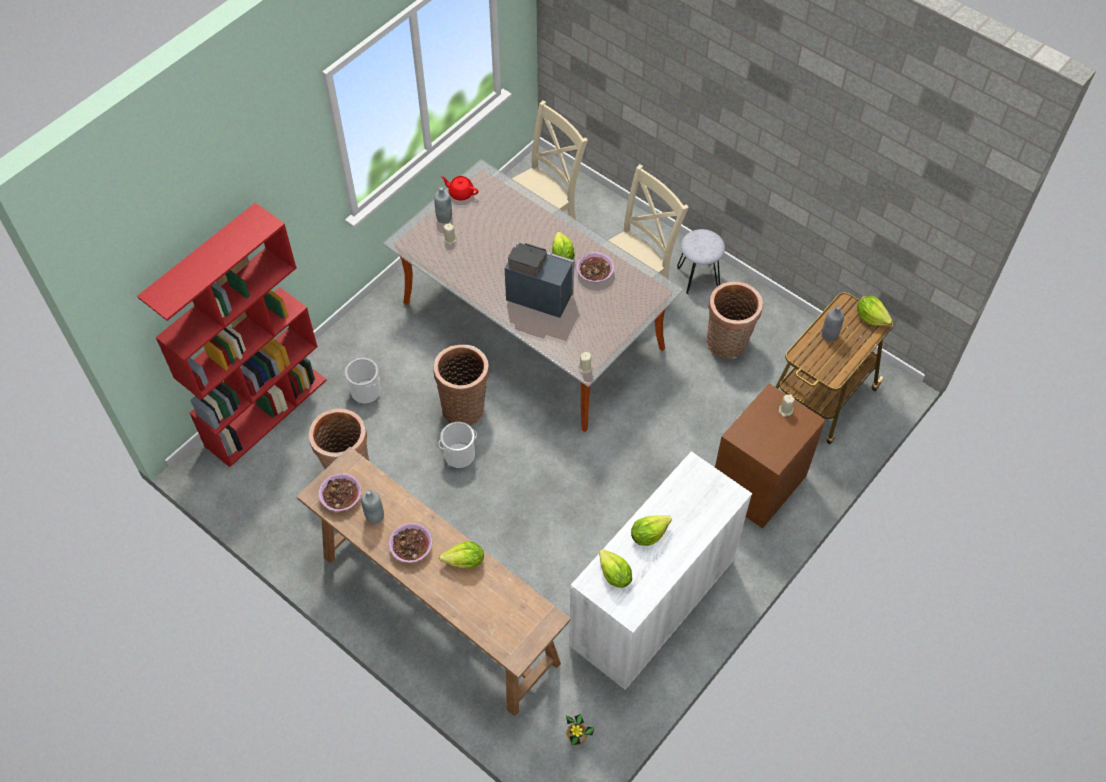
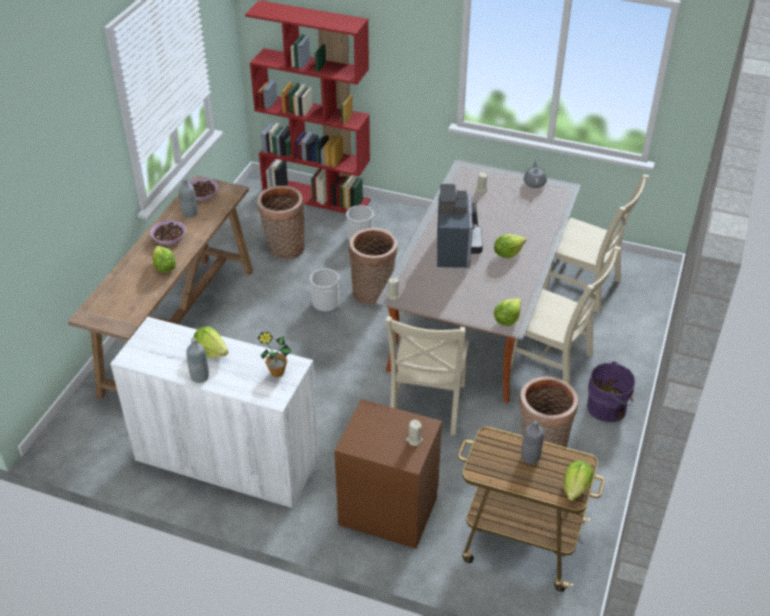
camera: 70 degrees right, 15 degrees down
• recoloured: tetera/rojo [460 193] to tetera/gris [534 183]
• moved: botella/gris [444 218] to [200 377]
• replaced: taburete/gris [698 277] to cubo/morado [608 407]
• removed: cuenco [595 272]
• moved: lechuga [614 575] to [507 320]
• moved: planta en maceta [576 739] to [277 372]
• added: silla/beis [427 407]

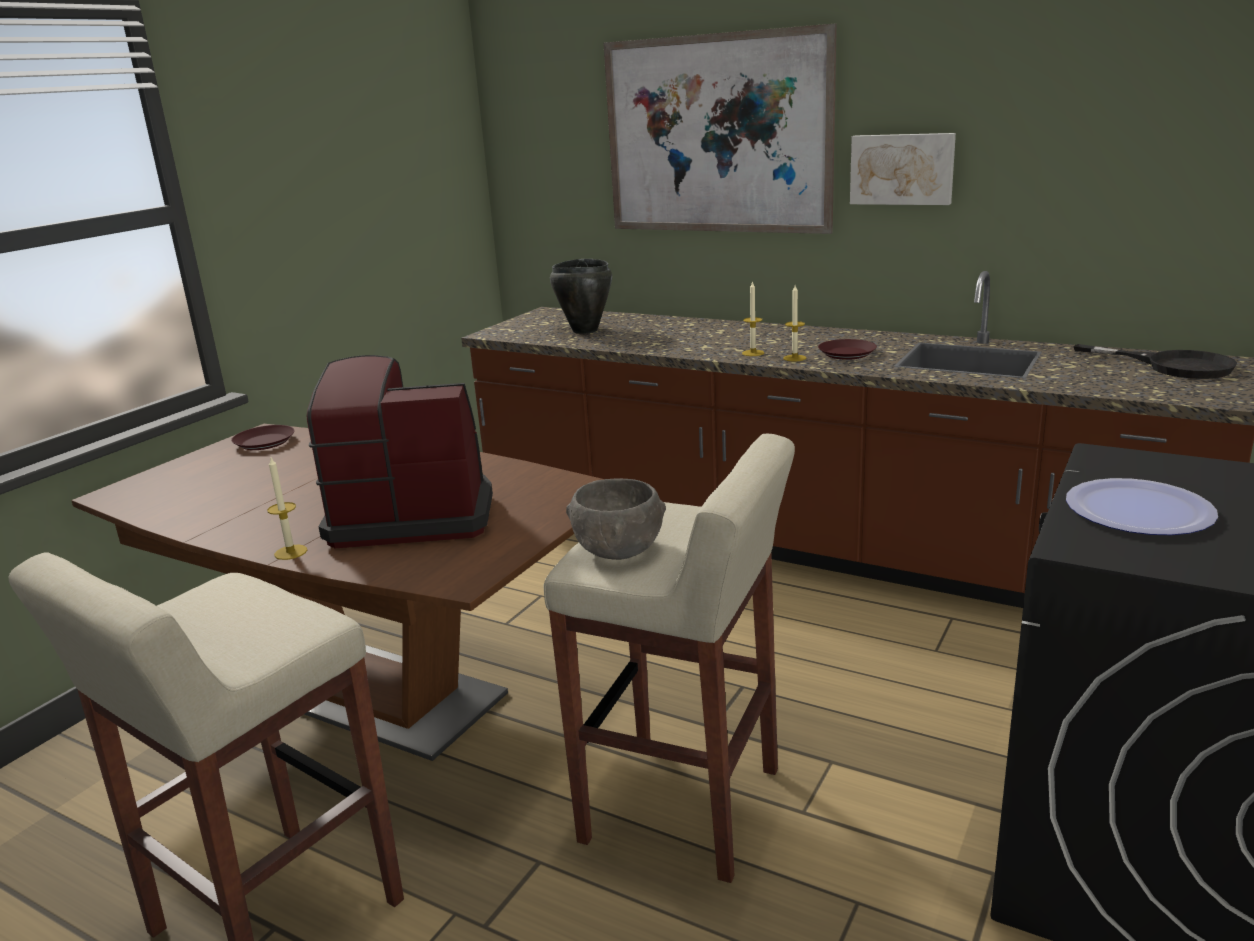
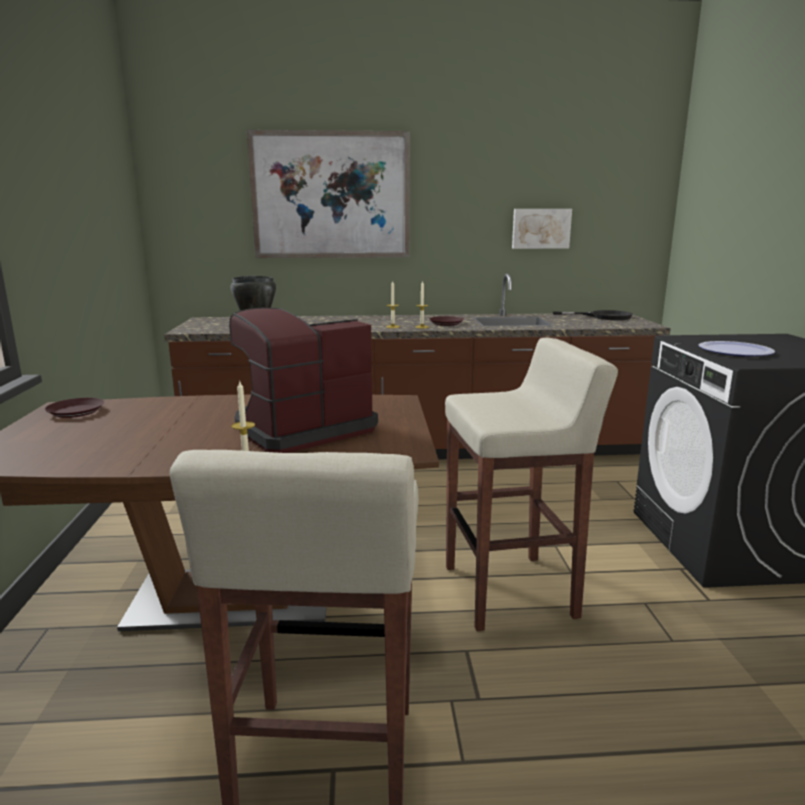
camera: 35 degrees left, 5 degrees down
• moved: cuadro [902 169] to [541 228]
• removed: cuenco/gris [618 549]

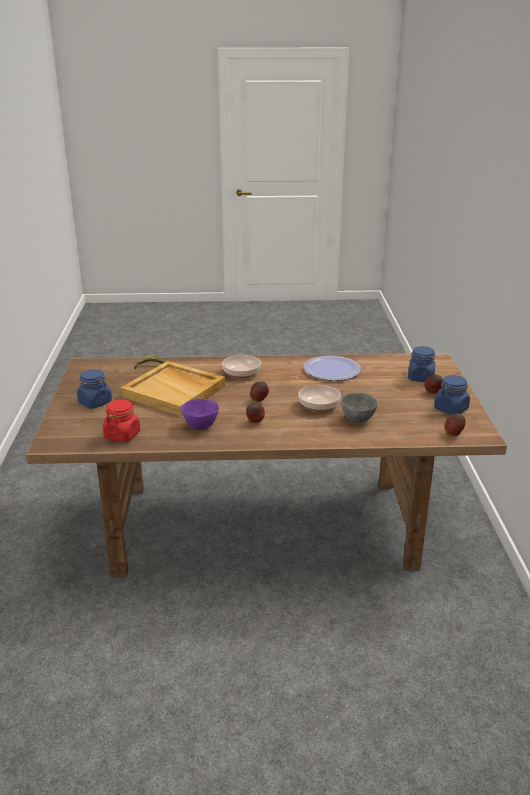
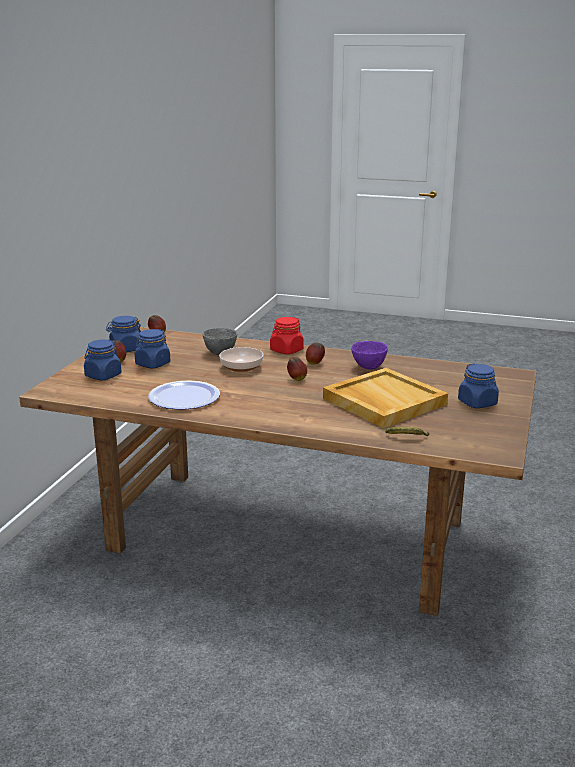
camera: 160 degrees left, 5 degrees down
• removed: cuenco [241 373]
• moved: tarro/rojo [122 435] to [286 350]
• added: tarro/azul [152 364]

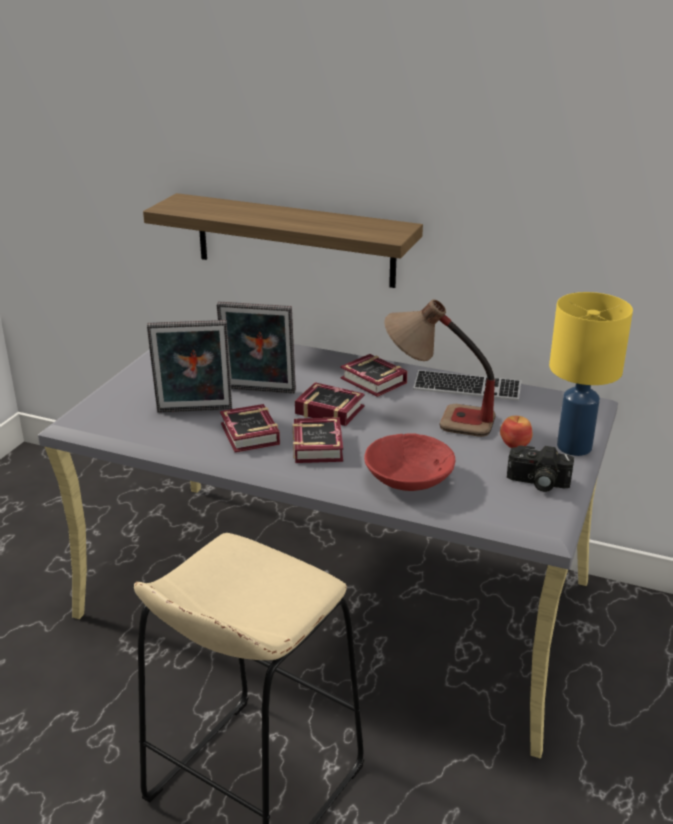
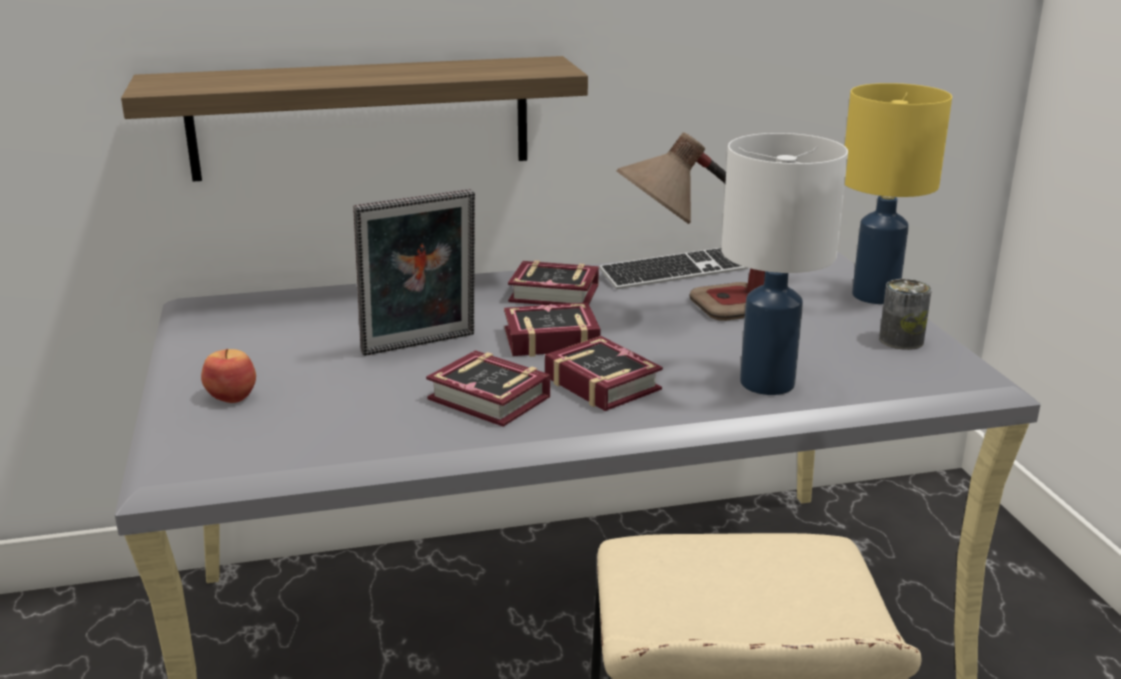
camera: 35 degrees left, 5 degrees down
• removed: portarretratos [194 411]
• moved: manzana [515 444] to [232 395]
• replaced: cuenco/rojo [408 480] to lámpara de mesa/blanco [769 383]
• replaced: cámara [537 483] to lata [901 340]

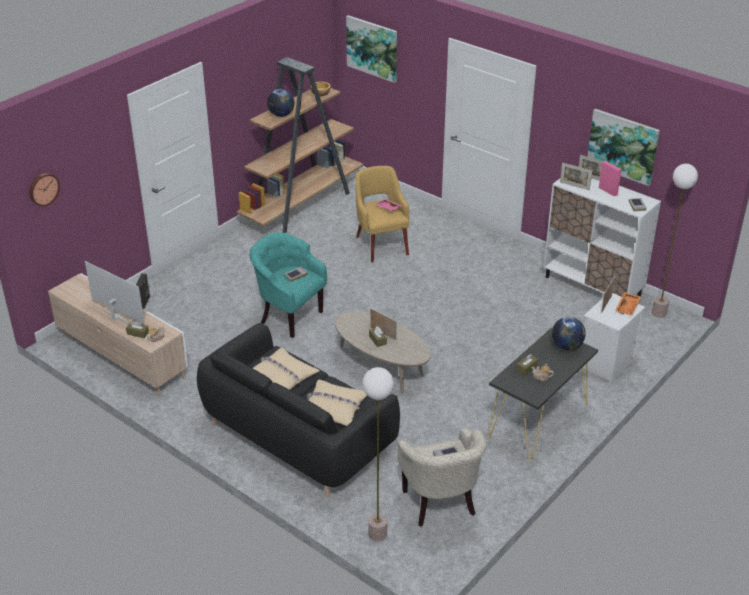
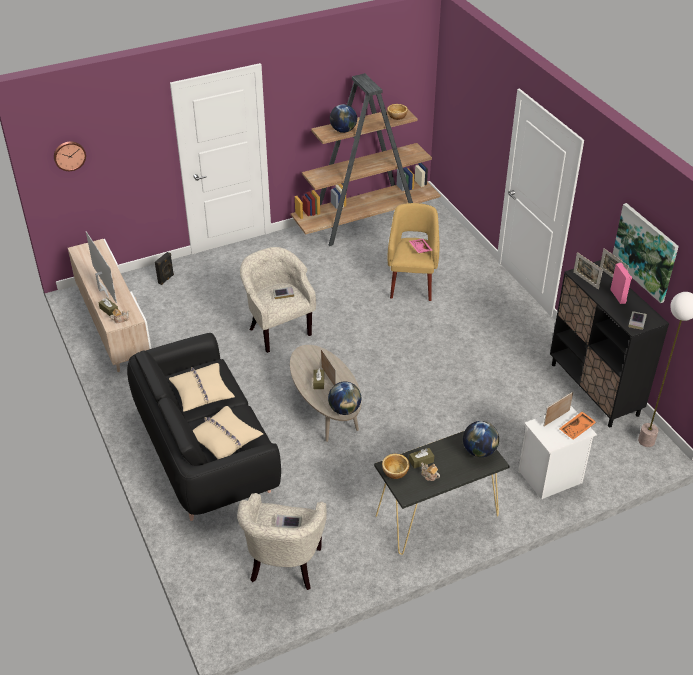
camera: 25 degrees right, 5 degrees up
• removed: cuadro [372 48]
• recoloured: armario/blanco [593 286] to armario/negro [594 389]
• recoloured: sillón/turquesa [288 316] to sillón/beis [277 330]
• removed: lámpara de pie [377 534]
• added: globo terráqueo [344 410]
• added: cuenco [395 472]

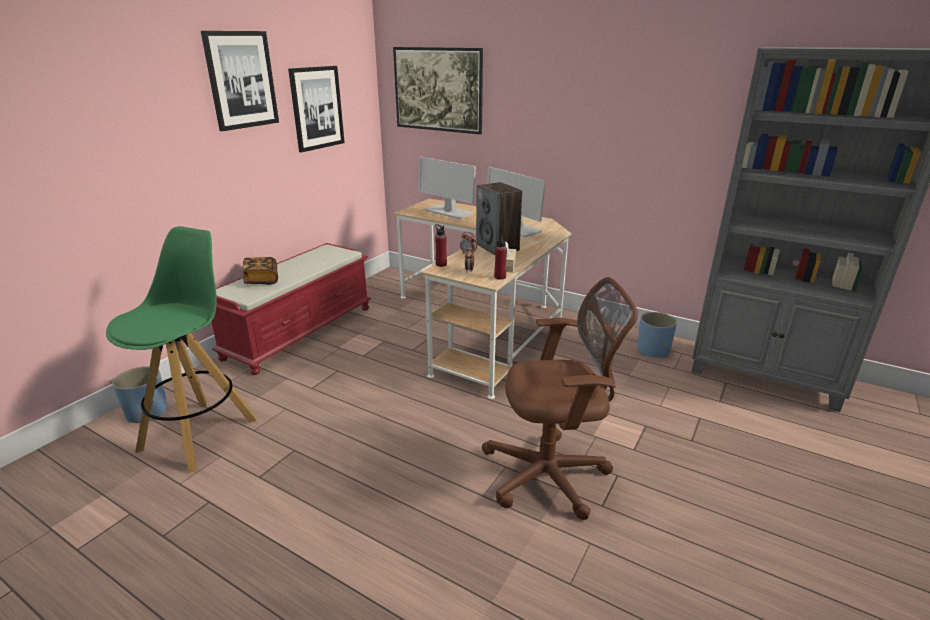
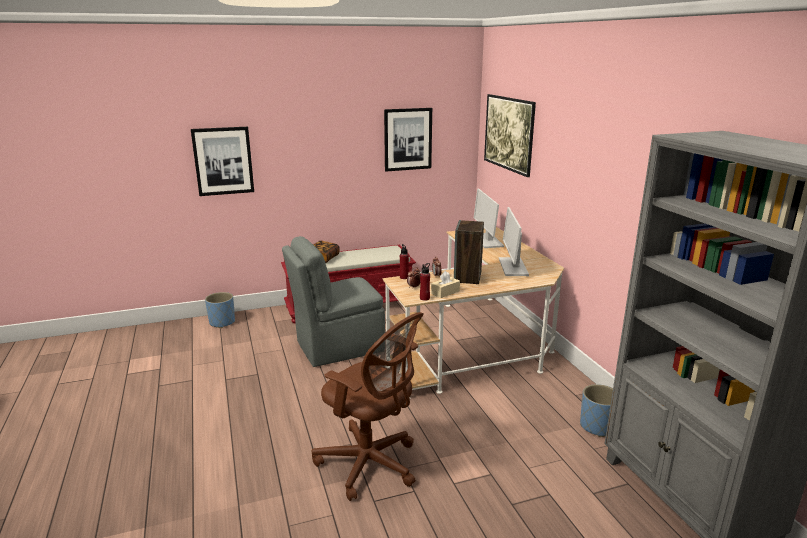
camera: 40 degrees right, 5 degrees down
• moved: cuadro [241 80] to [223 161]
• removed: taburete/verde [200 433]
• added: silla/gris [337 347]

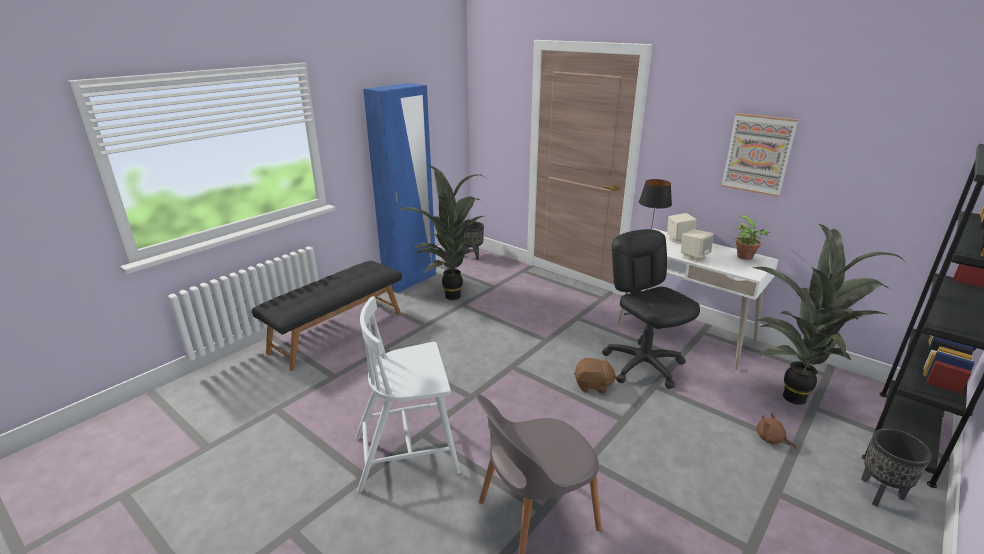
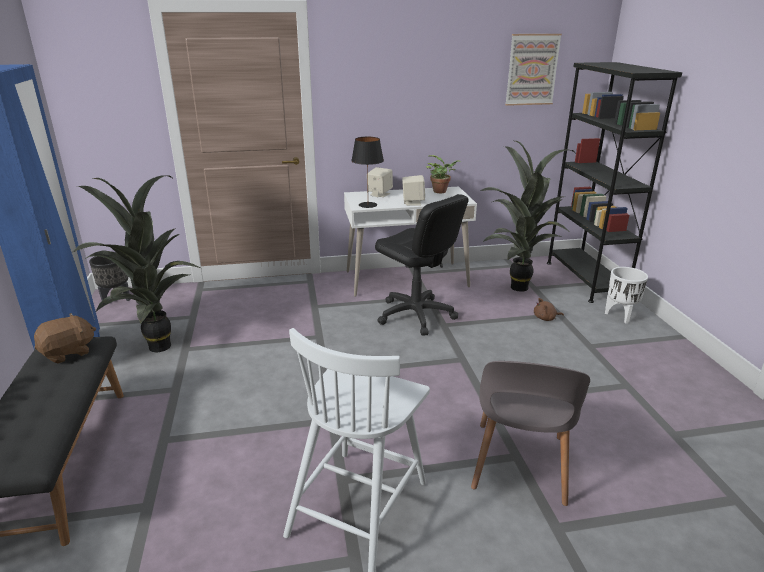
camera: 50 degrees left, 0 degrees up
• moved: cuadro [758 154] to [532 70]
• turned: silla de oficina/negro [643 365] = [415 315] 150 degrees counterclockwise
• moved: peluche/marrón [593 385] to [68 352]
• recoloured: maceta/negro [880 494] to maceta/blanco [620 316]

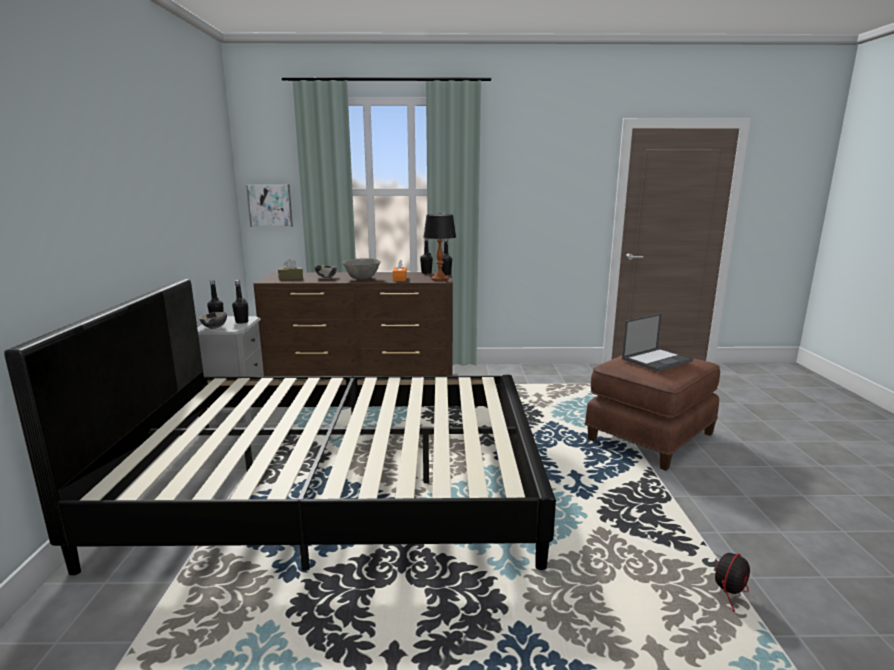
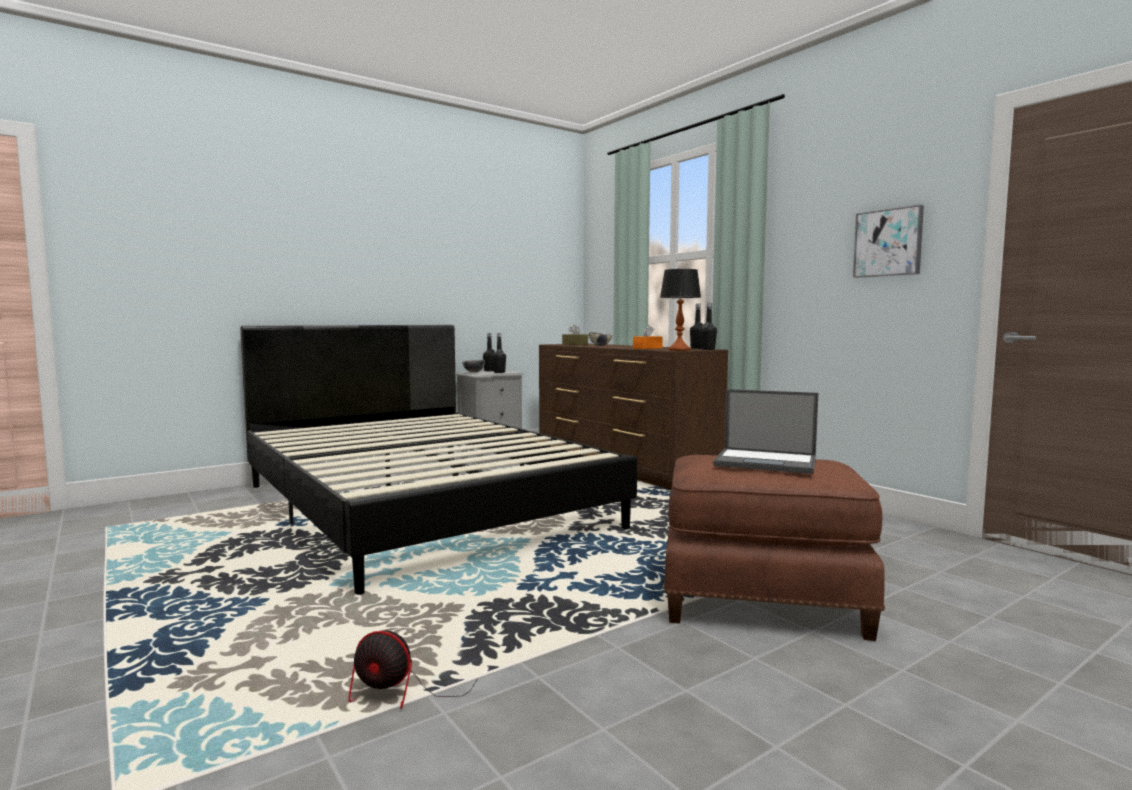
camera: 55 degrees right, 10 degrees down
• moved: cuadro [270 205] to [888 243]
• removed: cuenco/gris [362 279]

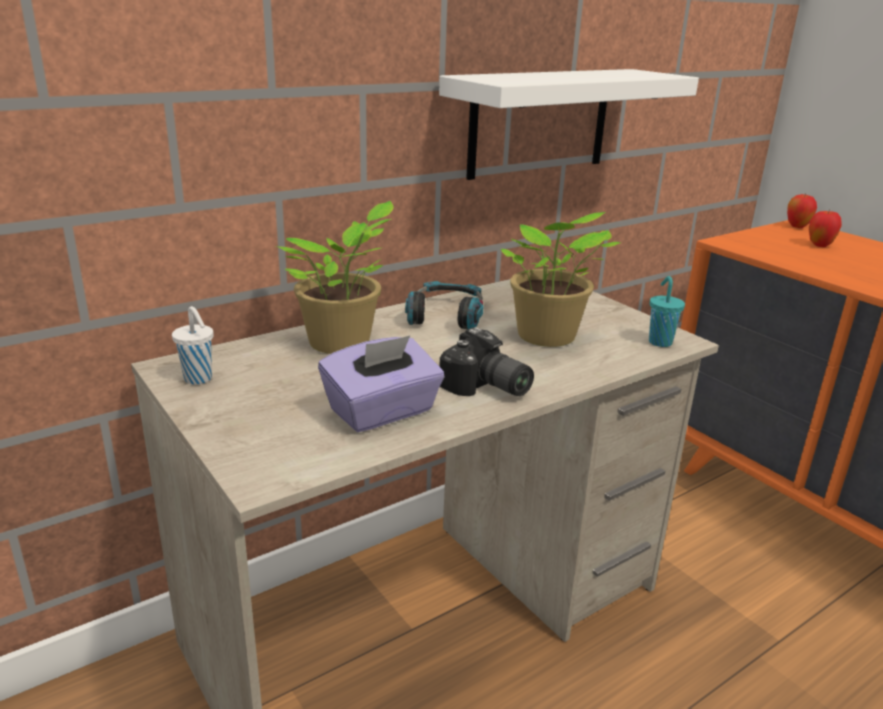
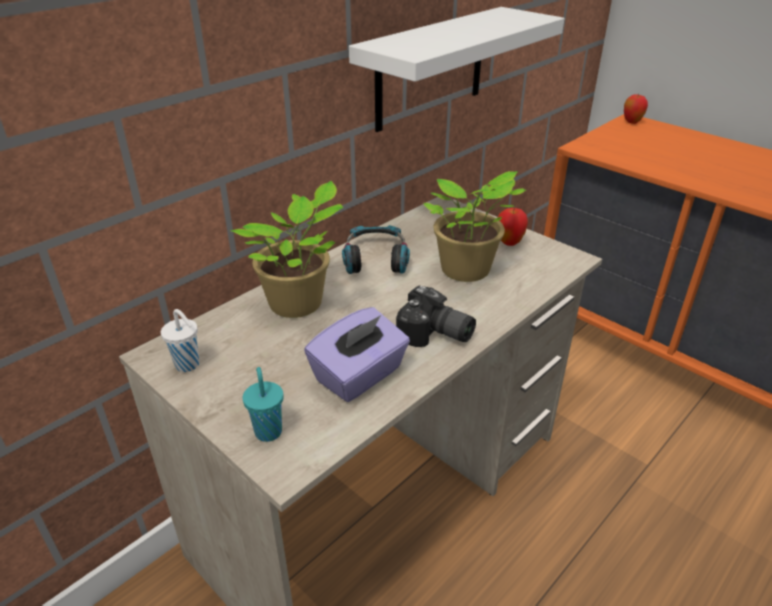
camera: 10 degrees left, 10 degrees up
• moved: manzana [819 245] to [509 243]
• moved: taza/turquesa [659 342] to [268 430]

